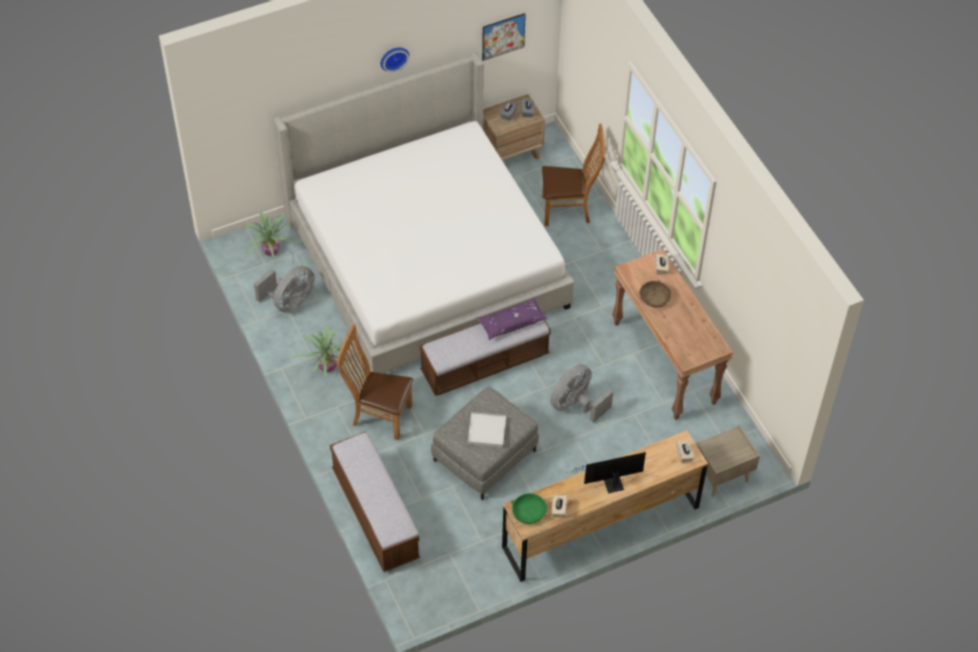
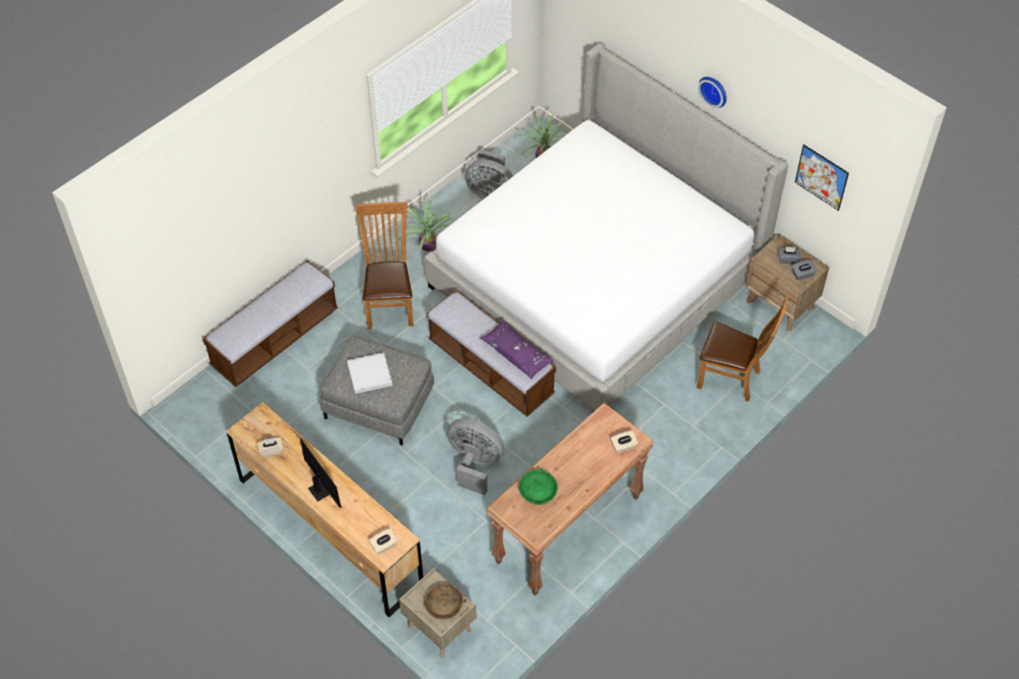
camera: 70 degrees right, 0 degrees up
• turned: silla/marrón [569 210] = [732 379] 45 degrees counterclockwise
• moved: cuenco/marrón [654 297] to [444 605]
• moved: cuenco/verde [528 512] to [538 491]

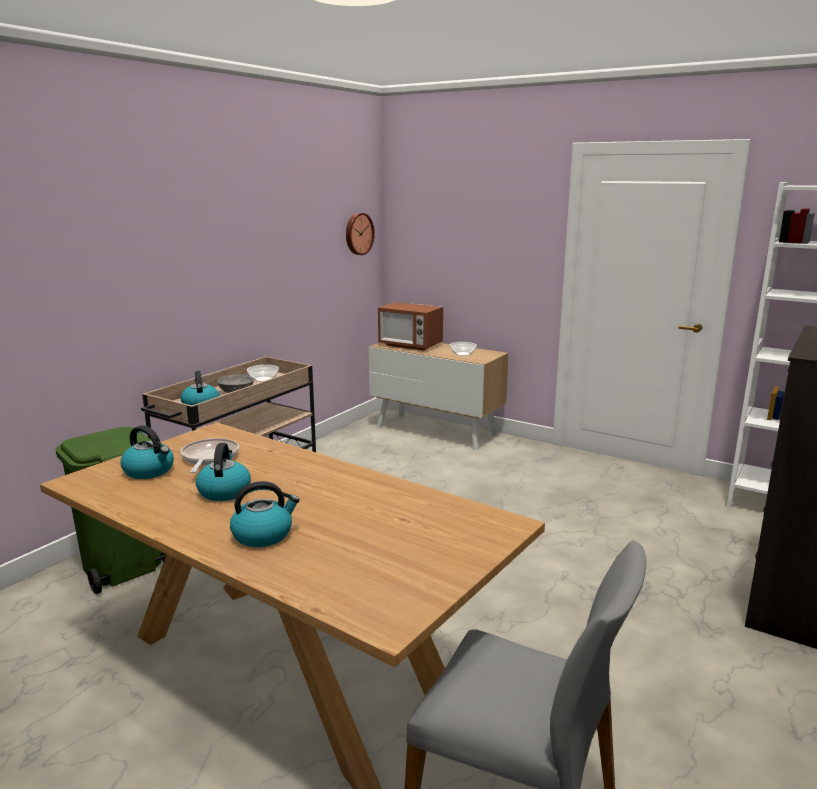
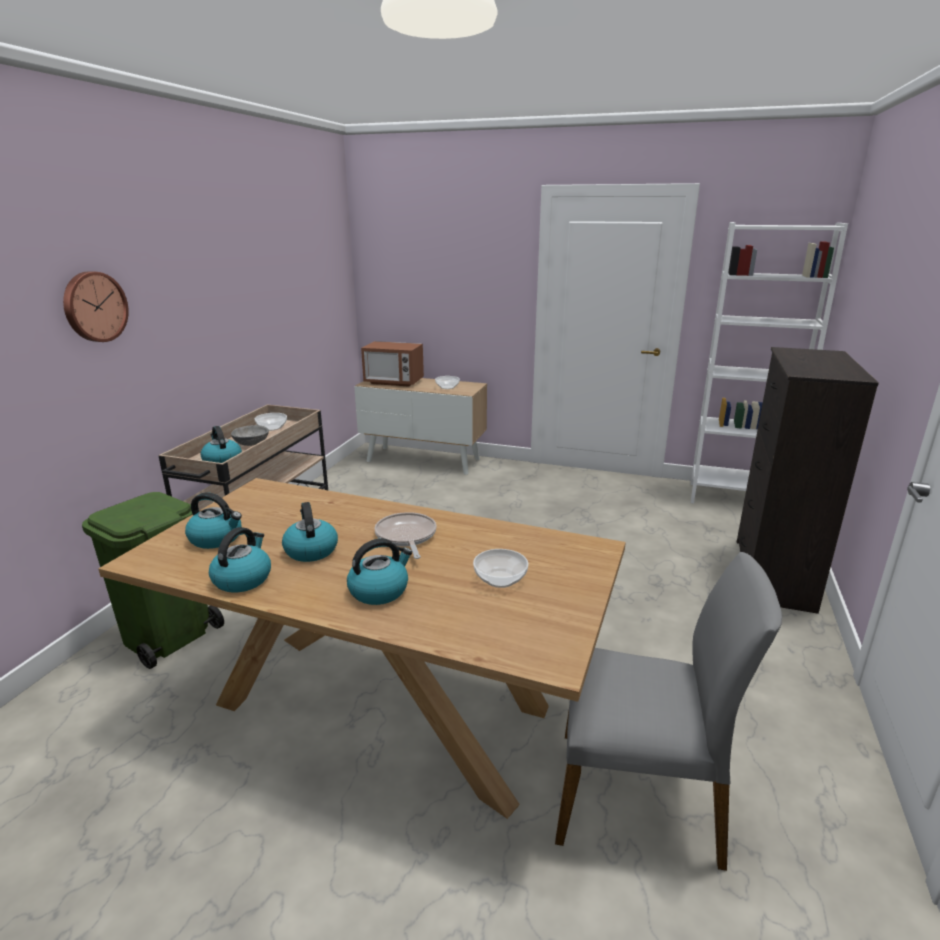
camera: 15 degrees left, 5 degrees up
• moved: reloj de pared [358 234] to [94 307]
• moved: sartén [209 458] to [406 537]
• added: hervidor [243 579]
• added: cuenco [499 579]

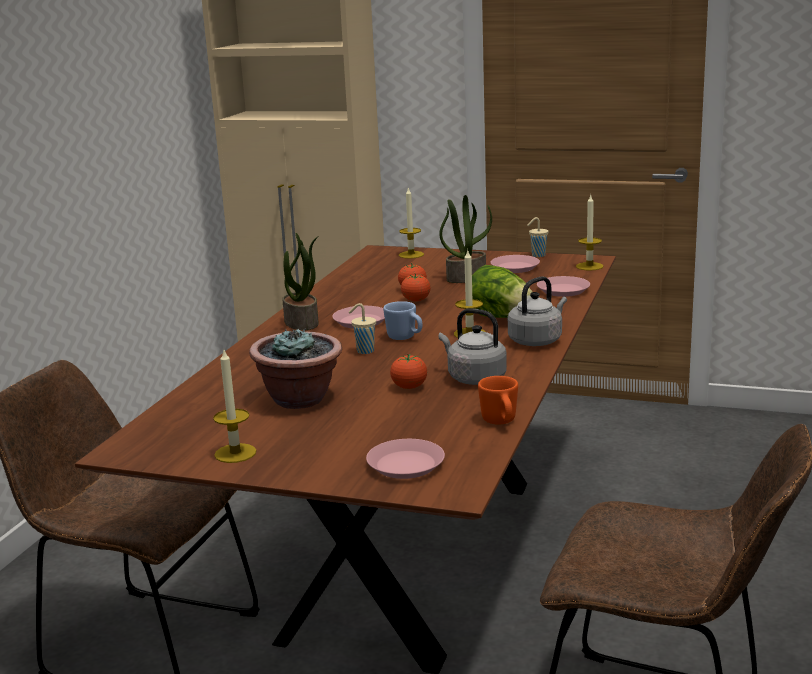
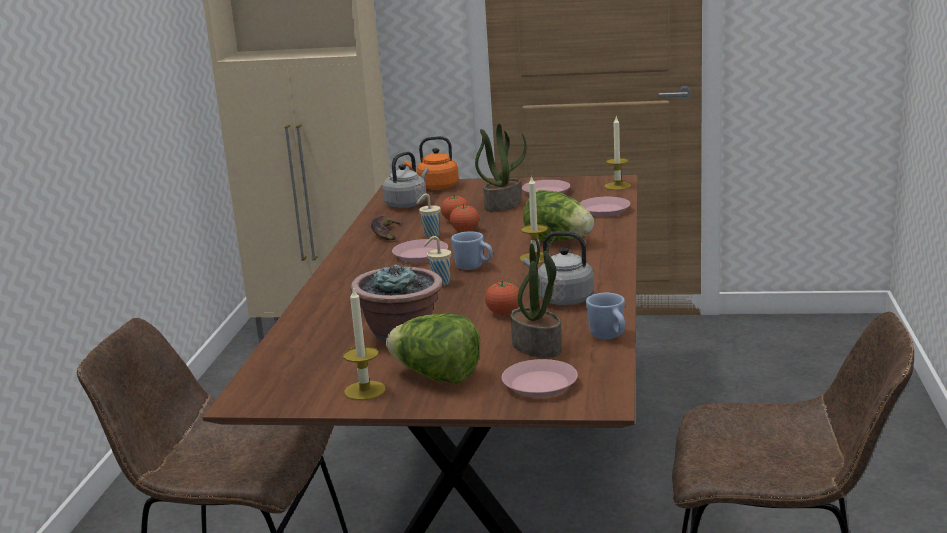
camera: 10 degrees left, 0 degrees up
• replaced: vela [411 255] to hervidor/naranja [435 187]
• moved: taza/beis [537 255] to [430 236]
• moved: planta en maceta [302 322] to [538 346]
• moved: hervidor/gris [537 340] to [407 204]
• recoloured: taza grande/naranja [500 422] to taza grande/azul [609 337]
• added: plátano [386 233]
• added: lechuga [436 377]

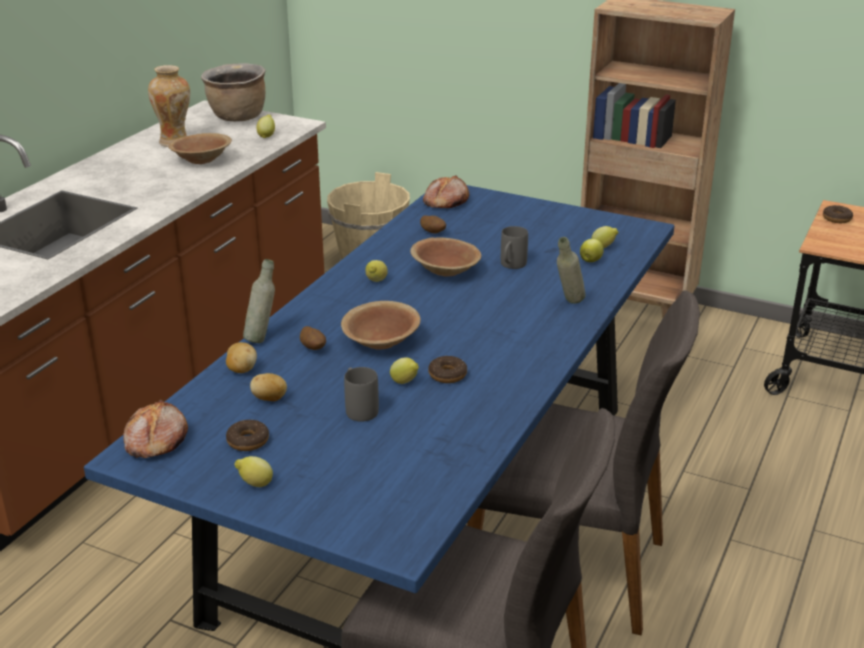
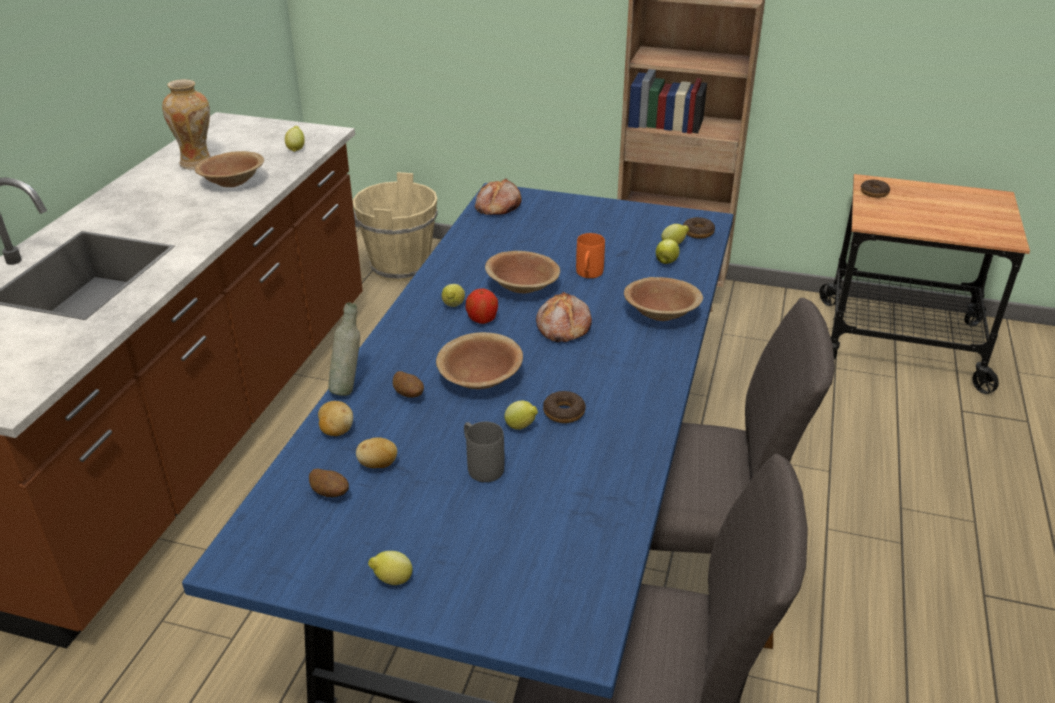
camera: 10 degrees left, 5 degrees up
• removed: olla/marrón [237 117]
• moved: patata [433 233] to [330 494]
• recoloured: taza grande/gris [511 266] to taza grande/naranja [588 275]
• replaced: botella/gris [568 304] to cuenco/marrón [661 314]
• moved: pan [155 440] to [562 327]
• moved: rosquilla [248 441] to [698 232]
• added: manzana [482 320]

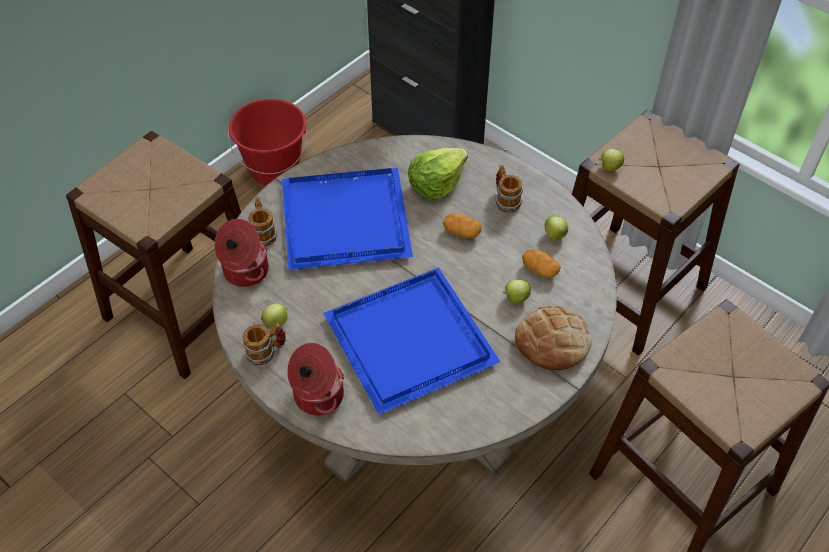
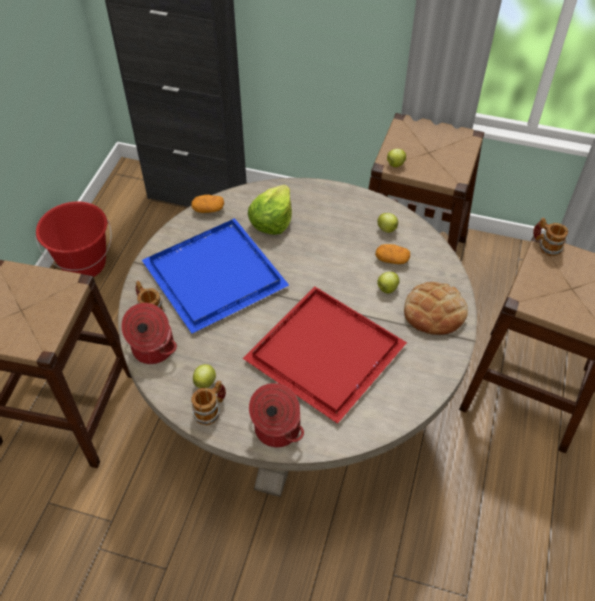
camera: 25 degrees left, 0 degrees up
• moved: taza grande [505 199] to [545 245]
• moved: patata [461 232] to [208 209]
• recoloured: bandeja/azul [409 343] to bandeja/rojo [325 356]

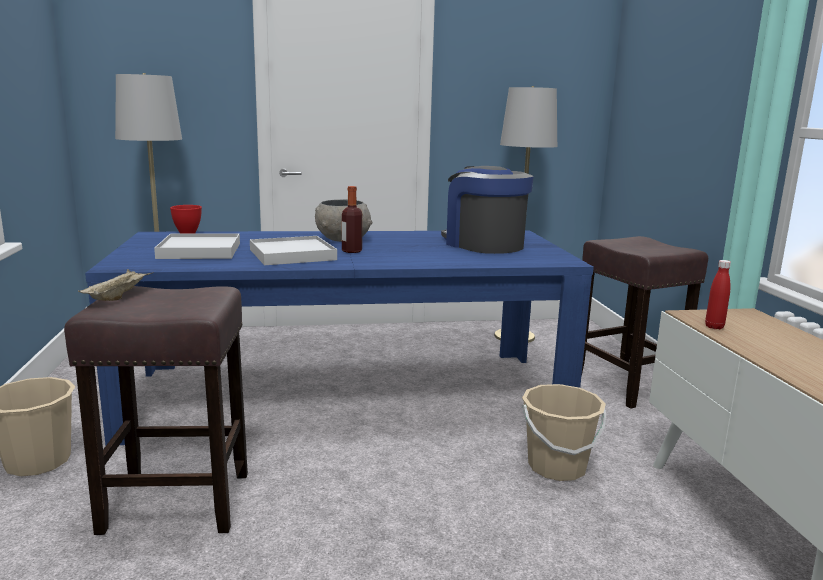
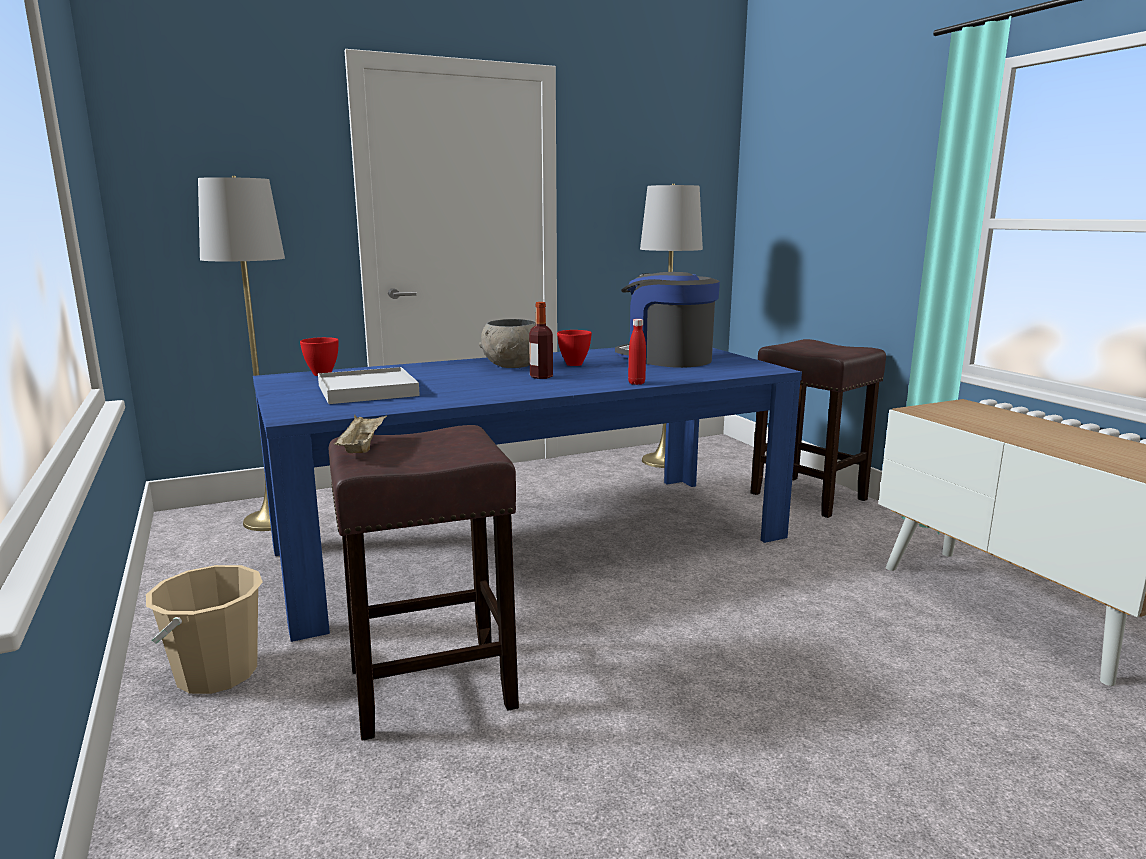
camera: 15 degrees left, 0 degrees up
• removed: bandeja/blanco [292 255]
• moved: botella/rojo [714 327] to [636 383]
• removed: cubo/beis [557 467]
• added: cuenco/rojo [574 364]

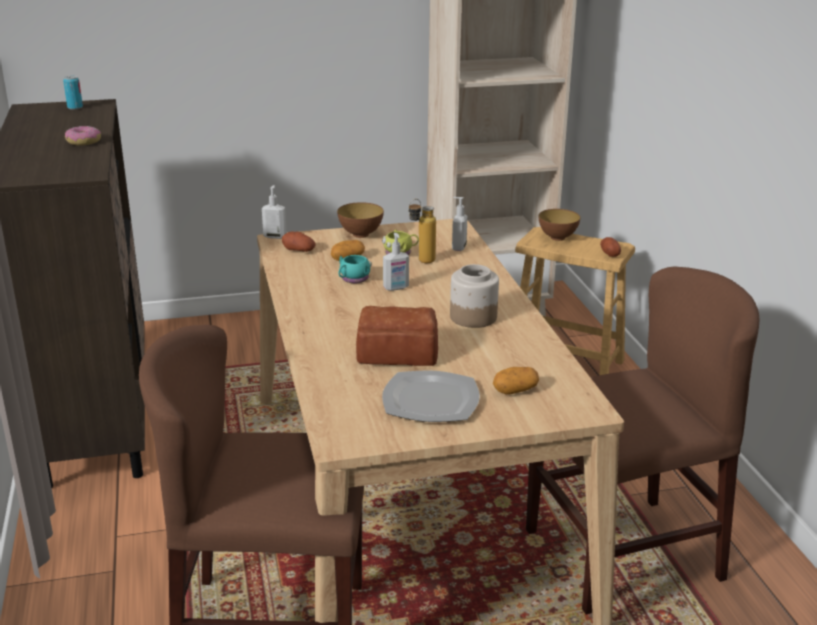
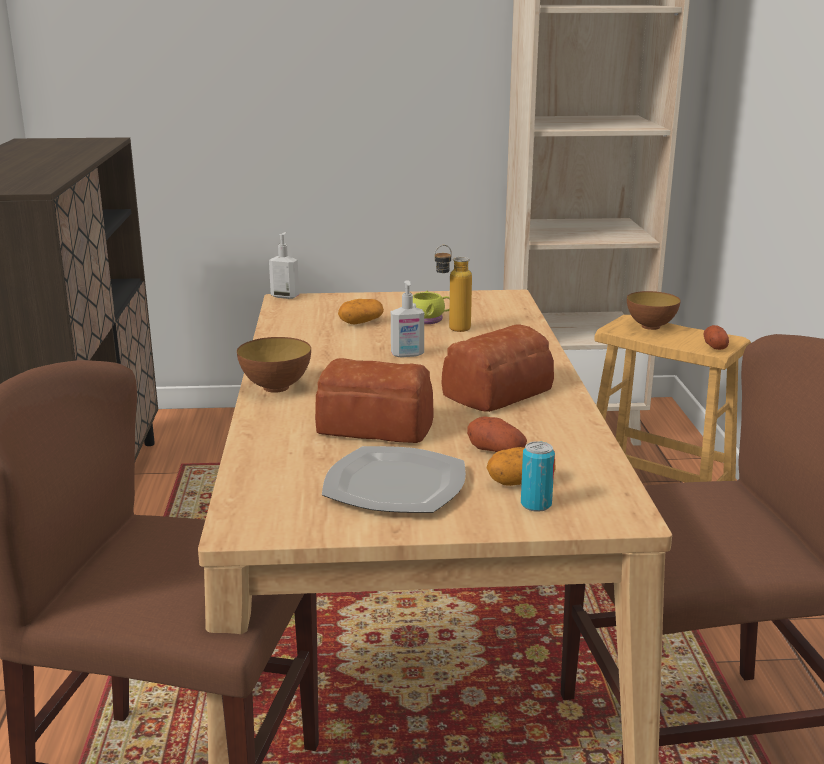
camera: 10 degrees right, 5 degrees down
• moved: lata [75 107] to [536 504]
• removed: rosquilla [83 142]
• removed: dispensador de jabón [458 247]
• moved: cuenco [360 234] to [276 387]
• moved: patata [299 250] to [496 450]
• removed: taza grande/turquesa [353 279]
• replaced: tarro [472 317] to pan [494 392]

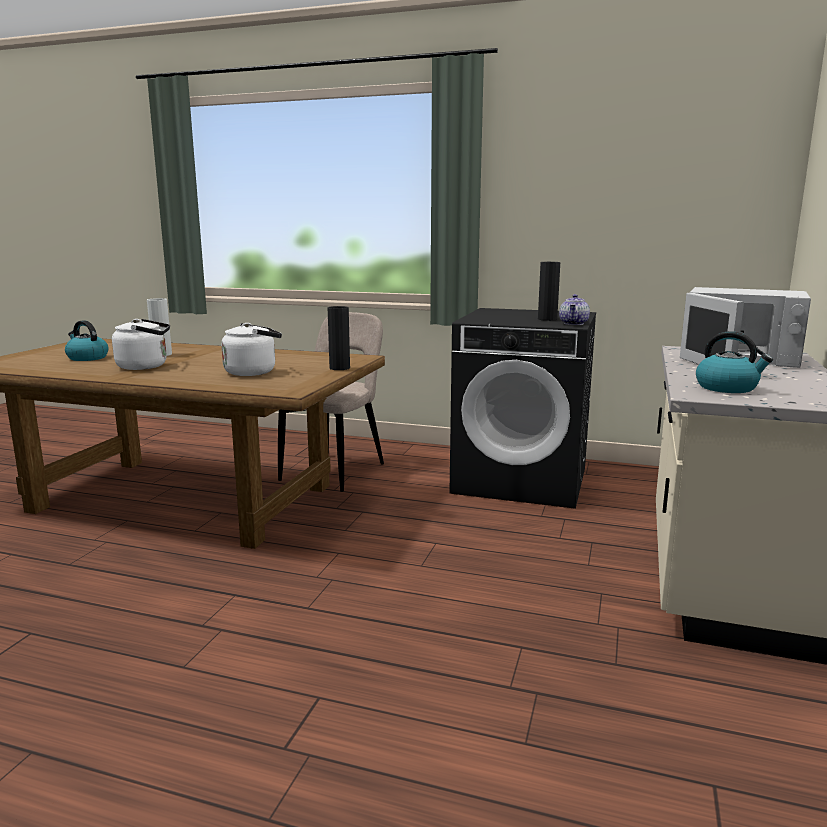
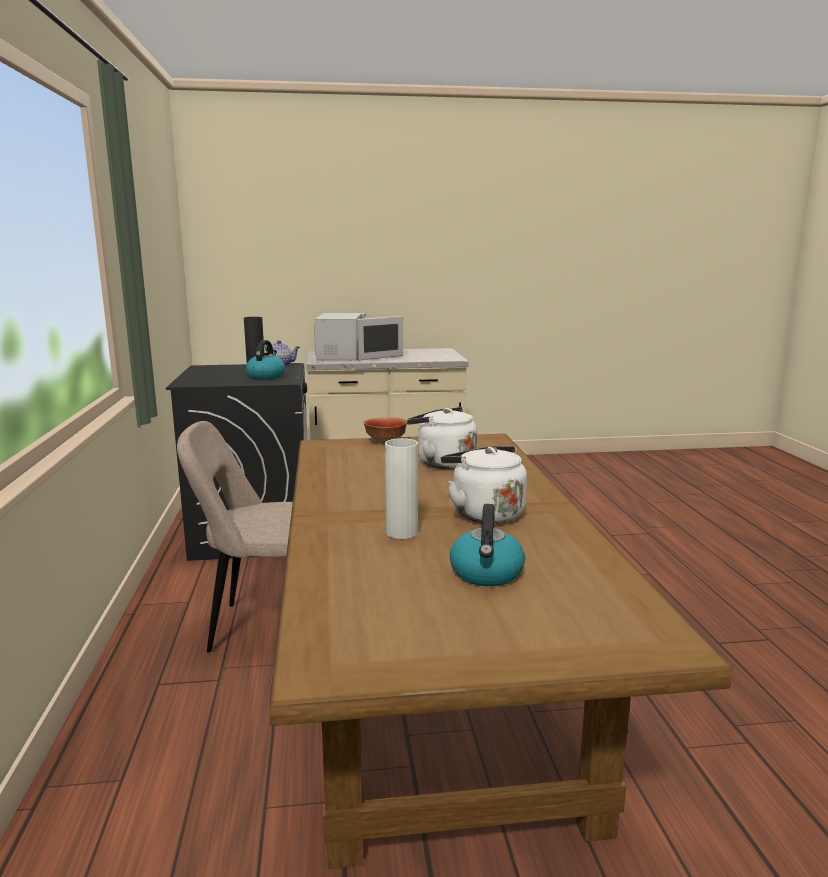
camera: 115 degrees left, 0 degrees up
• replaced: florero/negro [339 368] to cuenco [384 442]
• moved: hervidor [727 388] to [266 376]

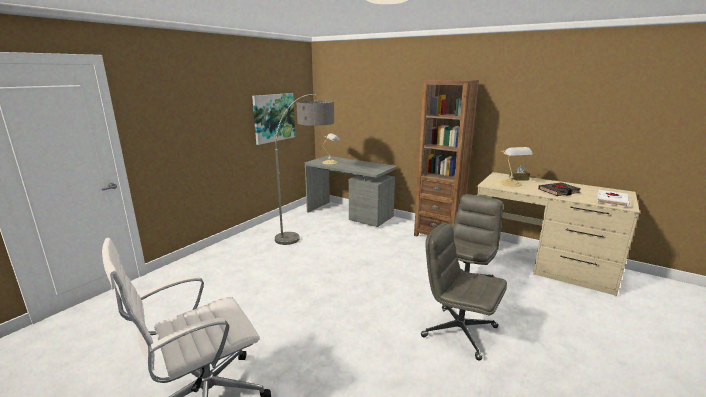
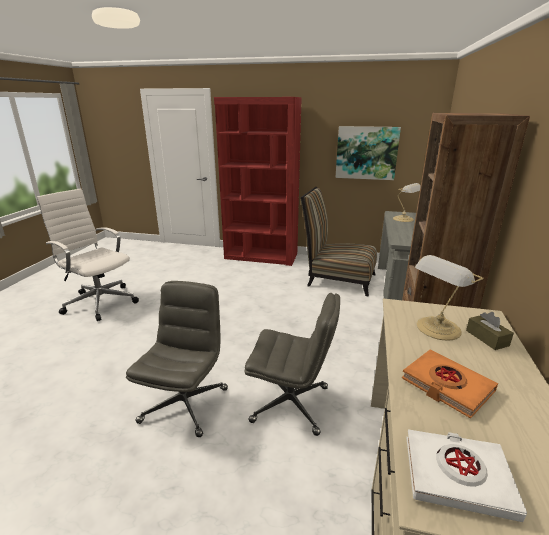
camera: 70 degrees right, 5 degrees up
• replaced: lámpara de pie [309 230] to silla [337 279]
• recoloured: libro/negro [558 191] to libro/naranja [446 385]
• added: estantería/rojo [261 256]

